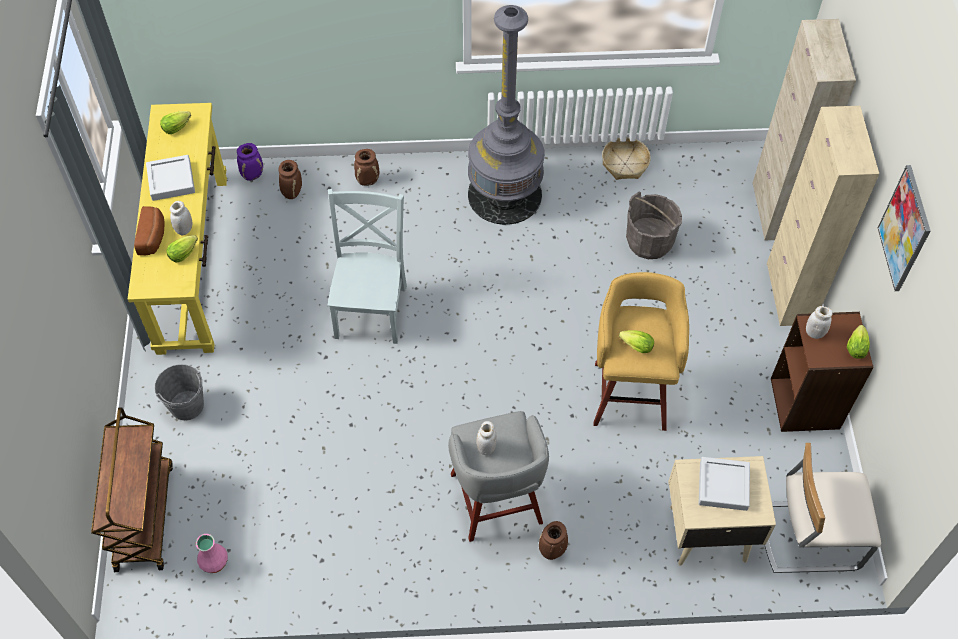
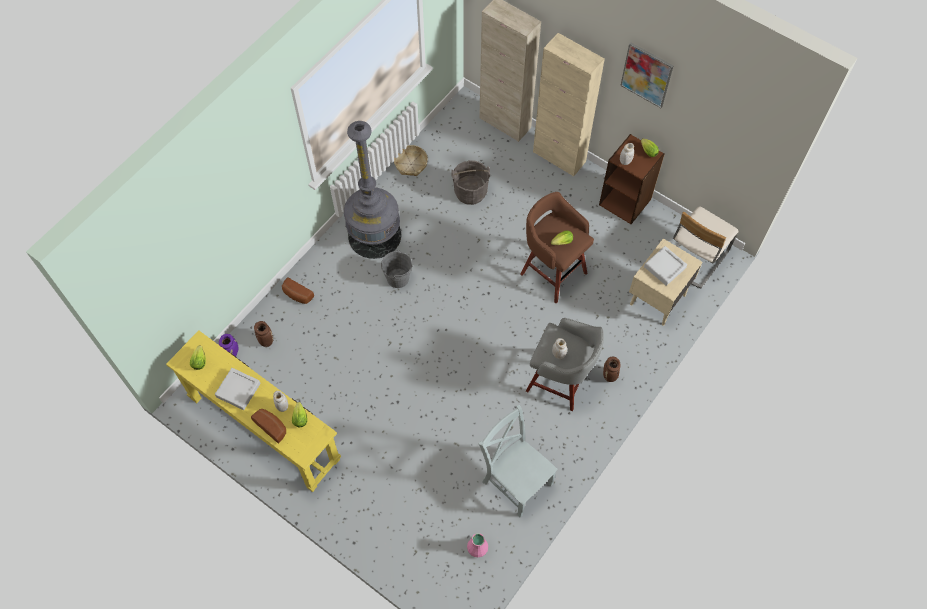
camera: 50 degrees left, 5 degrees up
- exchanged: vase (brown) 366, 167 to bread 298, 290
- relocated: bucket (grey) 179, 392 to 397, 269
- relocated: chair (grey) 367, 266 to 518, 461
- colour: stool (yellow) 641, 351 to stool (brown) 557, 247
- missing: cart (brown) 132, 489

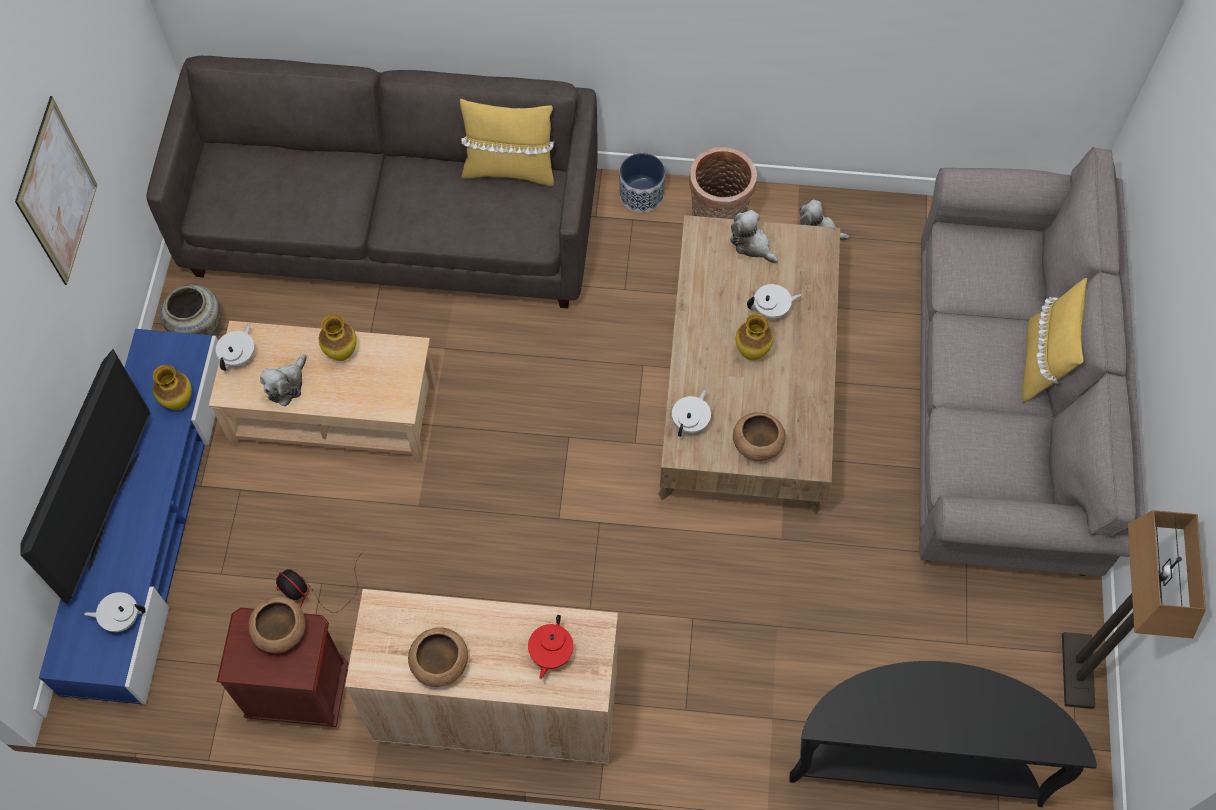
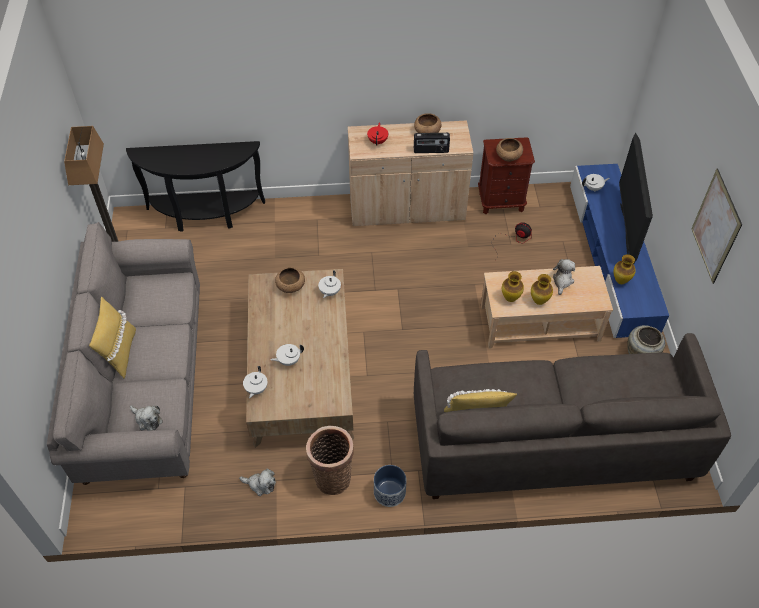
camera: 170 degrees right, 10 degrees down
- relocated: plush toy 754, 236 to 146, 418
- relocated: teapot (white) 235, 347 to 255, 382
- appeared: radio 432, 143
- relocated: vase 754, 336 to 513, 286

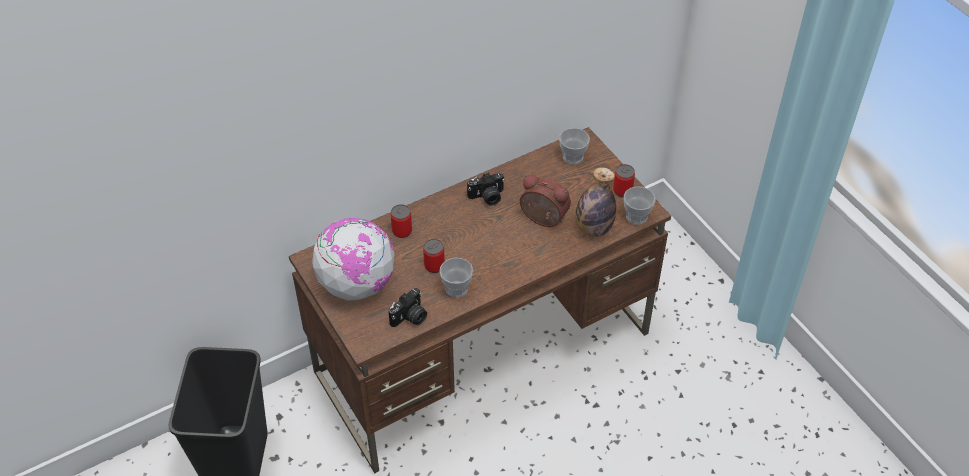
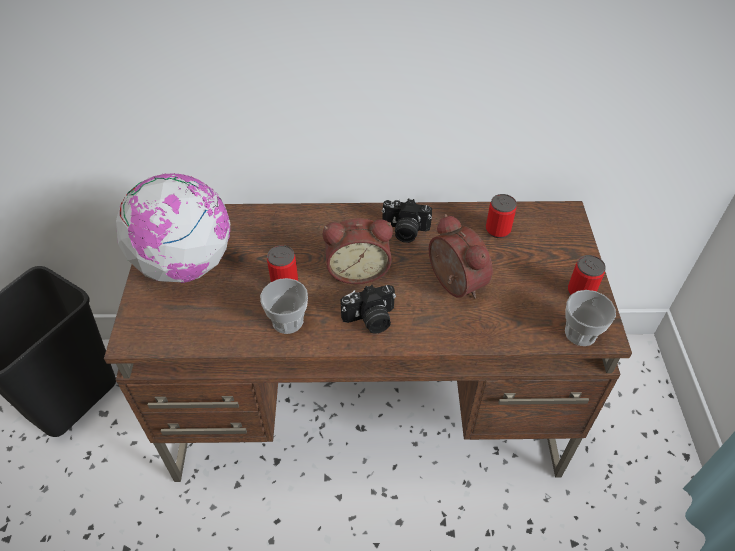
camera: 30 degrees right, 0 degrees up
- appeared: alarm clock 357, 251
- relocated: photo camera 408, 307 to 368, 309
- relocated: can 401, 221 to 501, 216
- missing: cup 574, 146
- missing: bottle 596, 202

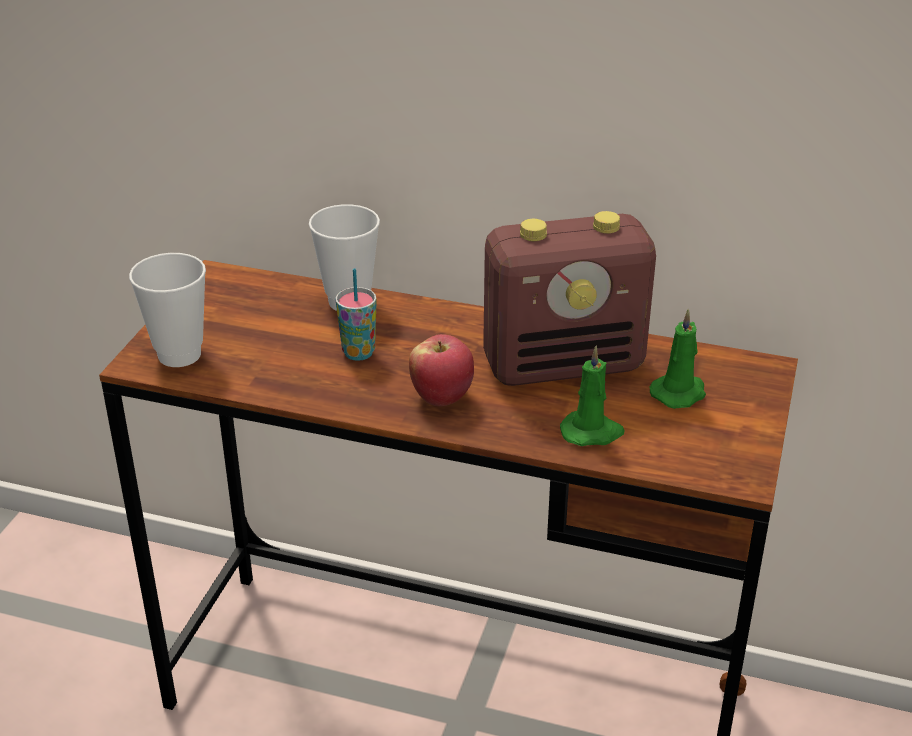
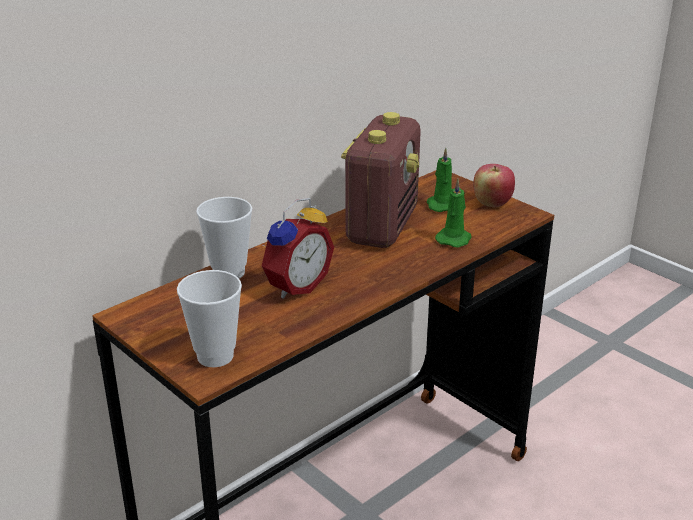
camera: 60 degrees left, 5 degrees down
- exchanged: cup 356, 315 to alarm clock 298, 248
- relocated: apple 441, 370 to 494, 185

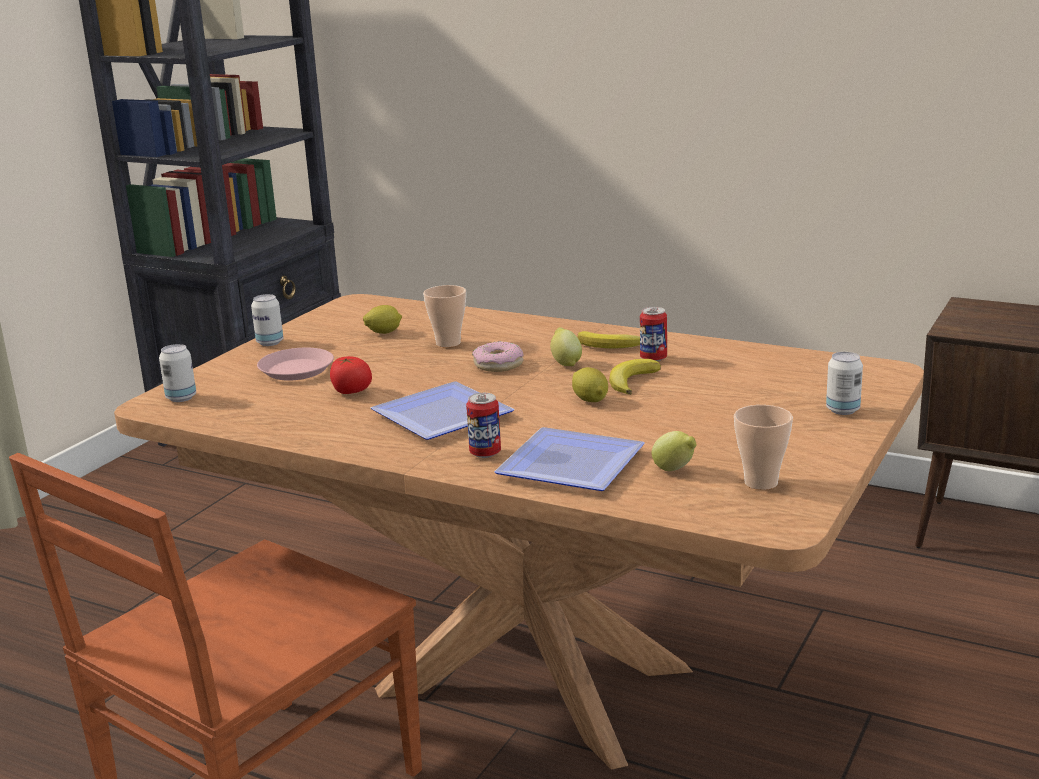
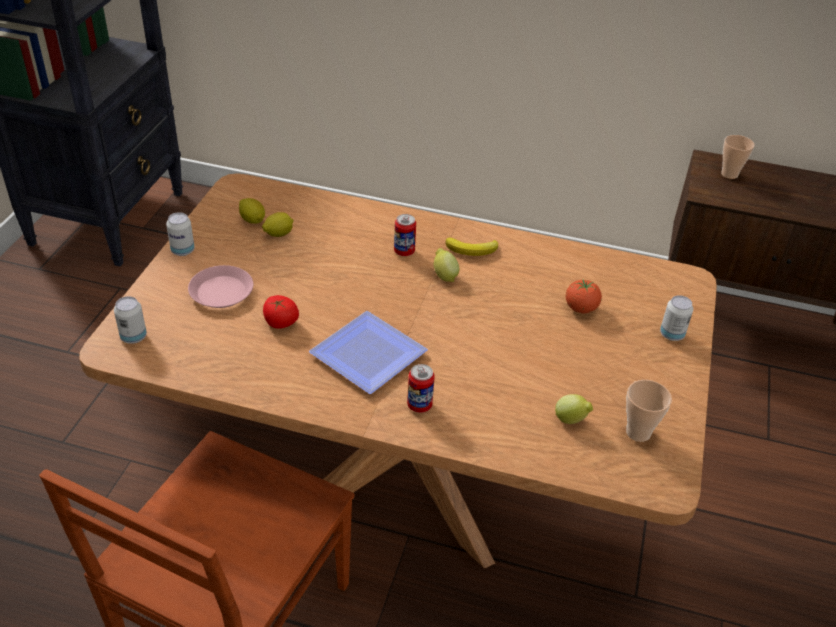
camera: 15 degrees left, 20 degrees up
- relocated: lemon 590, 384 to 252, 211
- relocated: can 653, 334 to 405, 235
- appeared: tomato 584, 296
- relocated: cup 444, 316 to 738, 157
- missing: donut 498, 356
- missing: plate 569, 459
- missing: banana 635, 377

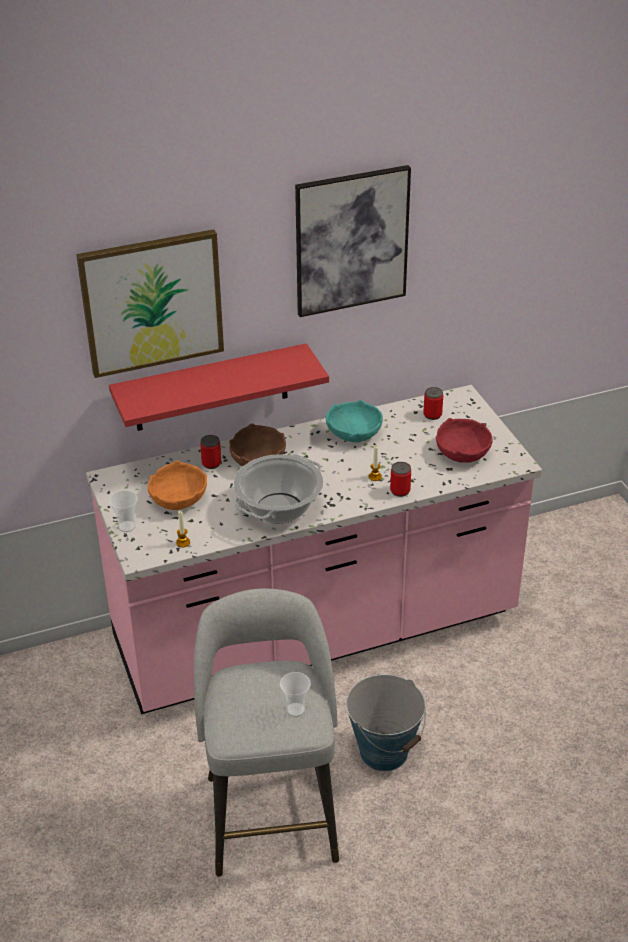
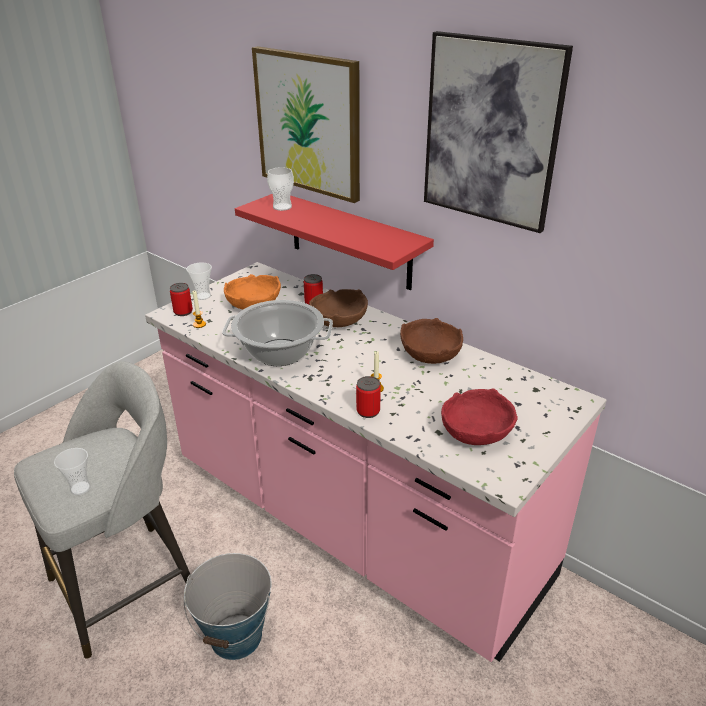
camera: 60 degrees right, 5 degrees down
- relocated: can 433, 403 to 181, 299
- appeared: cup 280, 189
- colour: bowl (turquoise) 354, 421 to bowl (brown) 431, 341

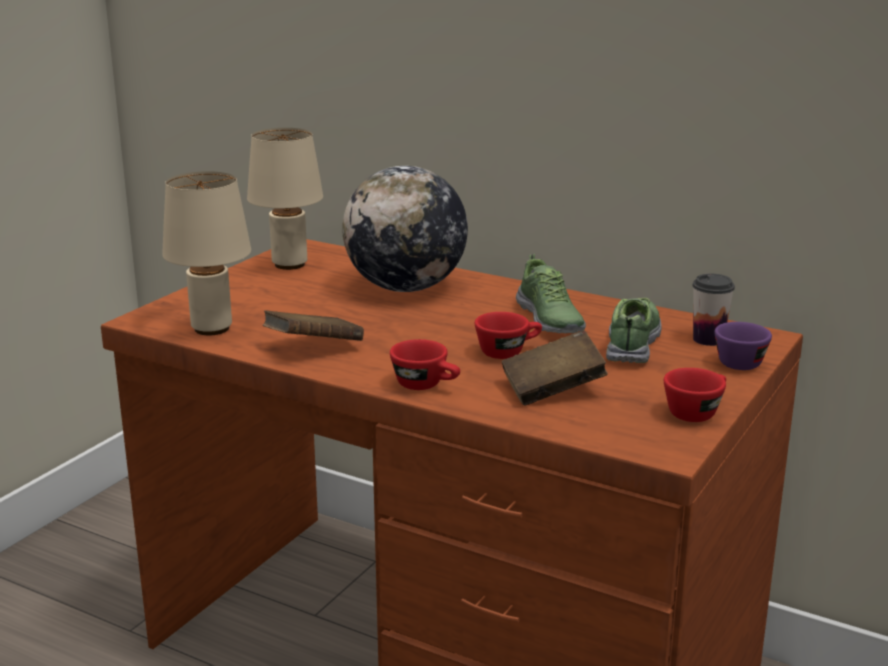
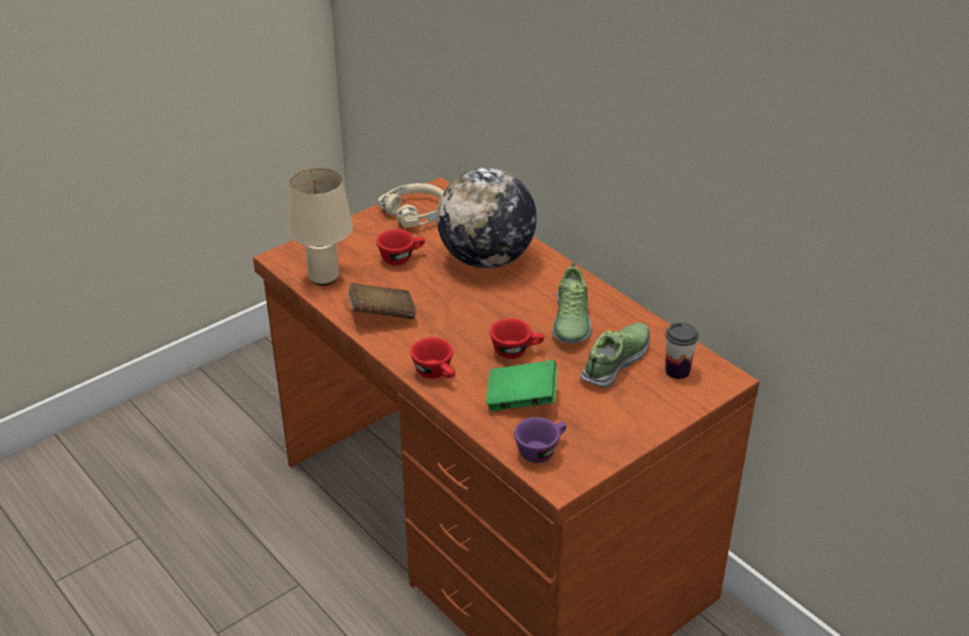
camera: 20 degrees right, 15 degrees up
- relocated: cup (red) 695, 395 to 401, 247
- exchanged: table lamp (beige) 285, 199 to headphones (beige) 411, 205
- colour: book (brown) 554, 367 to book (green) 521, 385
- relocated: cup (purple) 743, 346 to 540, 440

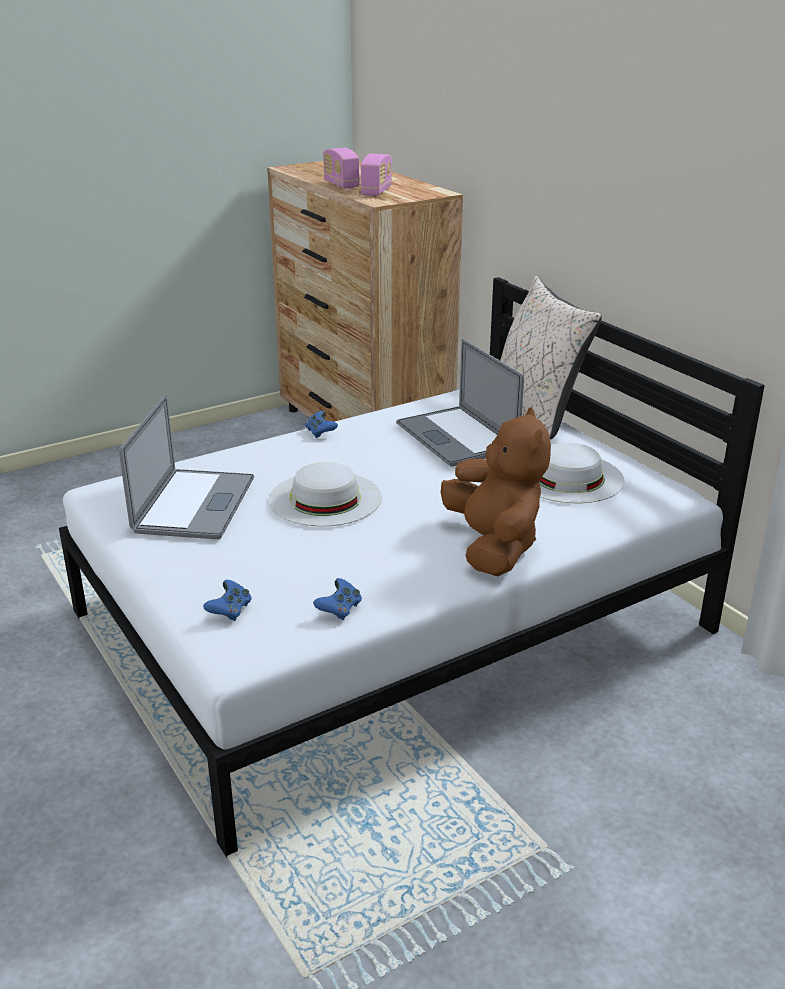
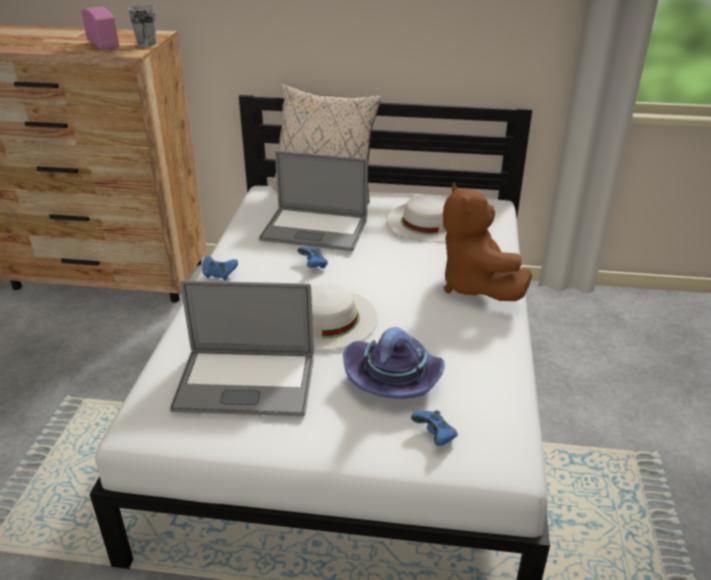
camera: 50 degrees left, 5 degrees up
- appeared: cup 142, 26
- spun: laptop 186, 467 = 242, 348 135 degrees clockwise
- relocated: game controller (blue) 337, 599 to 312, 257
- appeared: hat (purple) 394, 363
- spun: plush toy (brown) 496, 491 = 487, 242 135 degrees counterclockwise
- missing: radio 341, 168

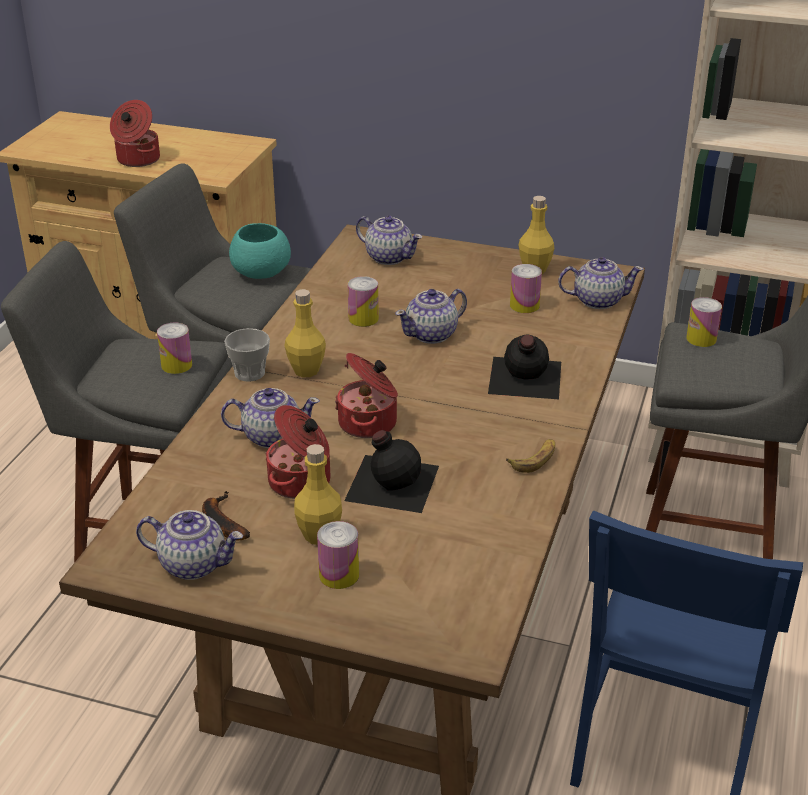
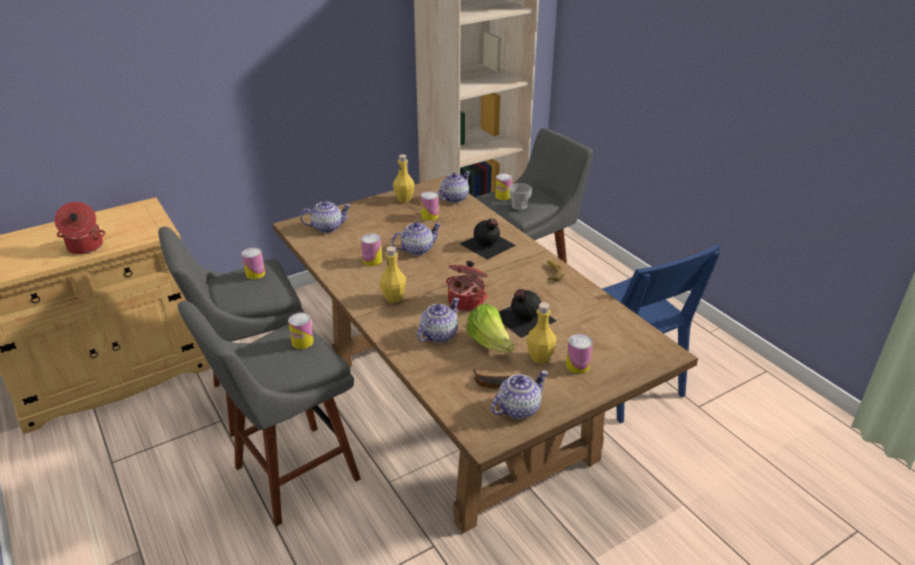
camera: 50 degrees left, 0 degrees up
- exchanged: bowl (turquoise) 260, 251 to can 253, 263
- spun: teapot 431, 316 = 416, 238 120 degrees counterclockwise
- exchanged: cooking pot 298, 452 to lettuce 490, 328
- relocated: cup 247, 355 to 520, 196

